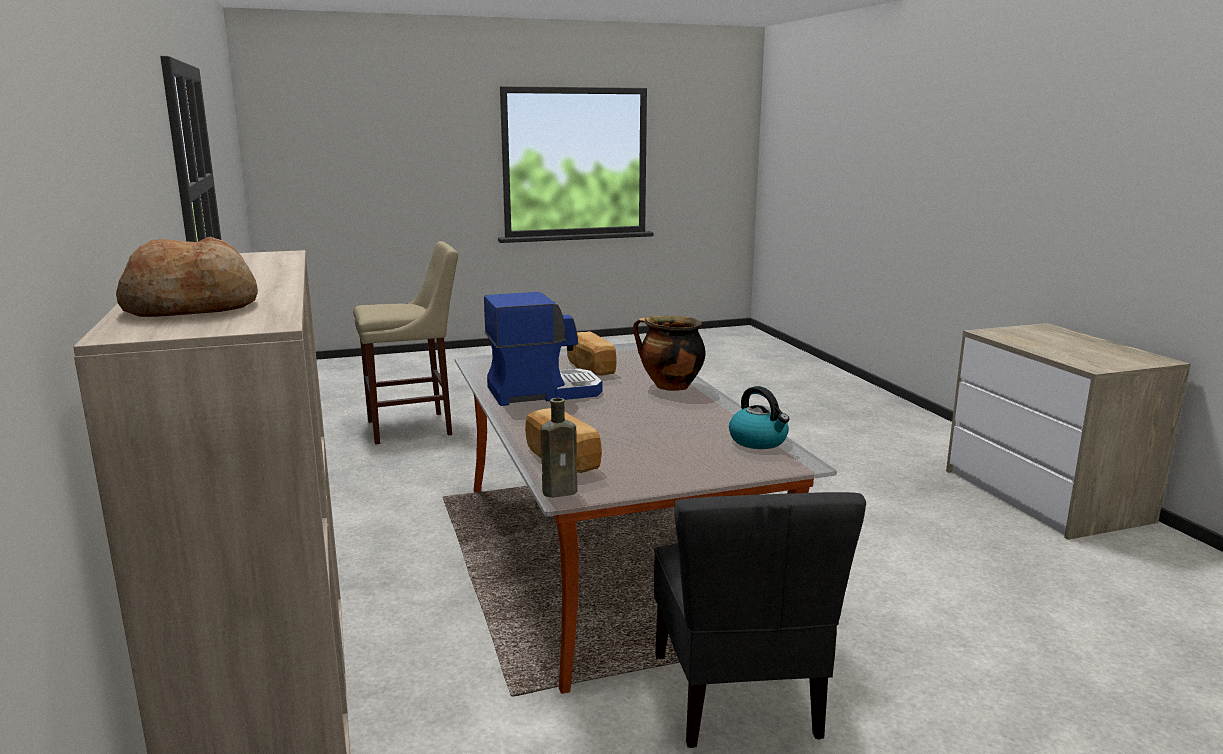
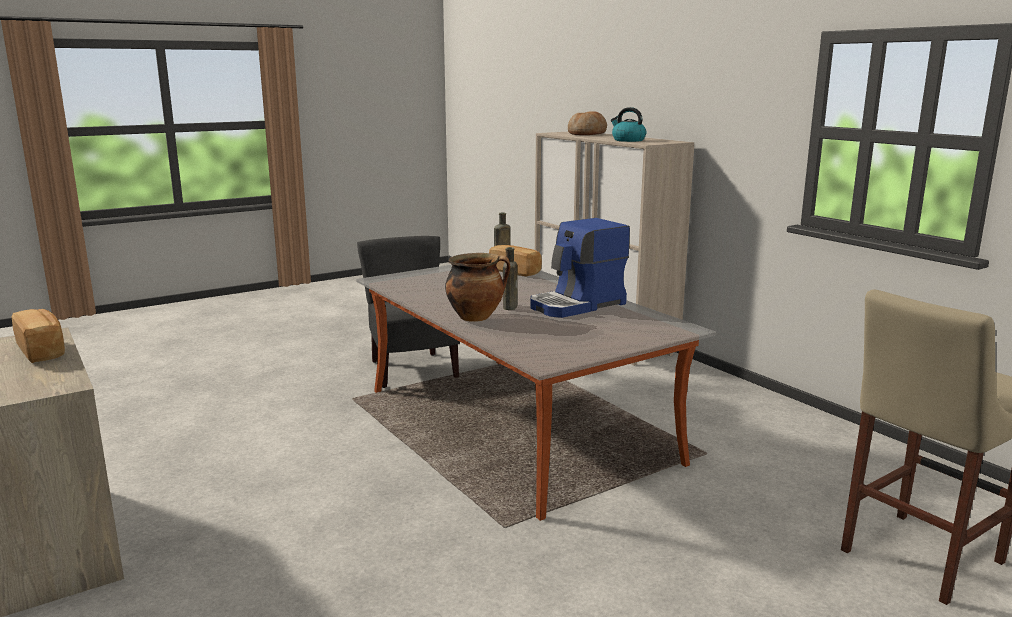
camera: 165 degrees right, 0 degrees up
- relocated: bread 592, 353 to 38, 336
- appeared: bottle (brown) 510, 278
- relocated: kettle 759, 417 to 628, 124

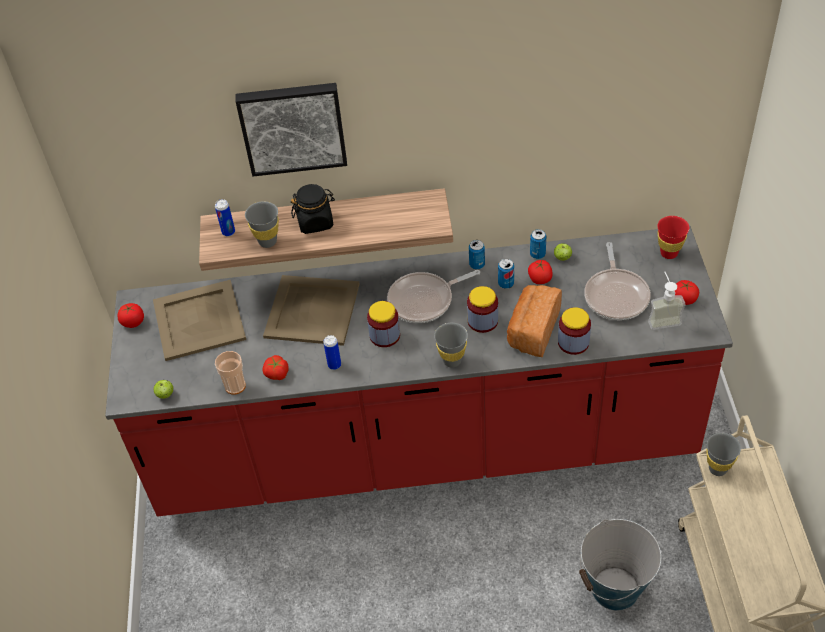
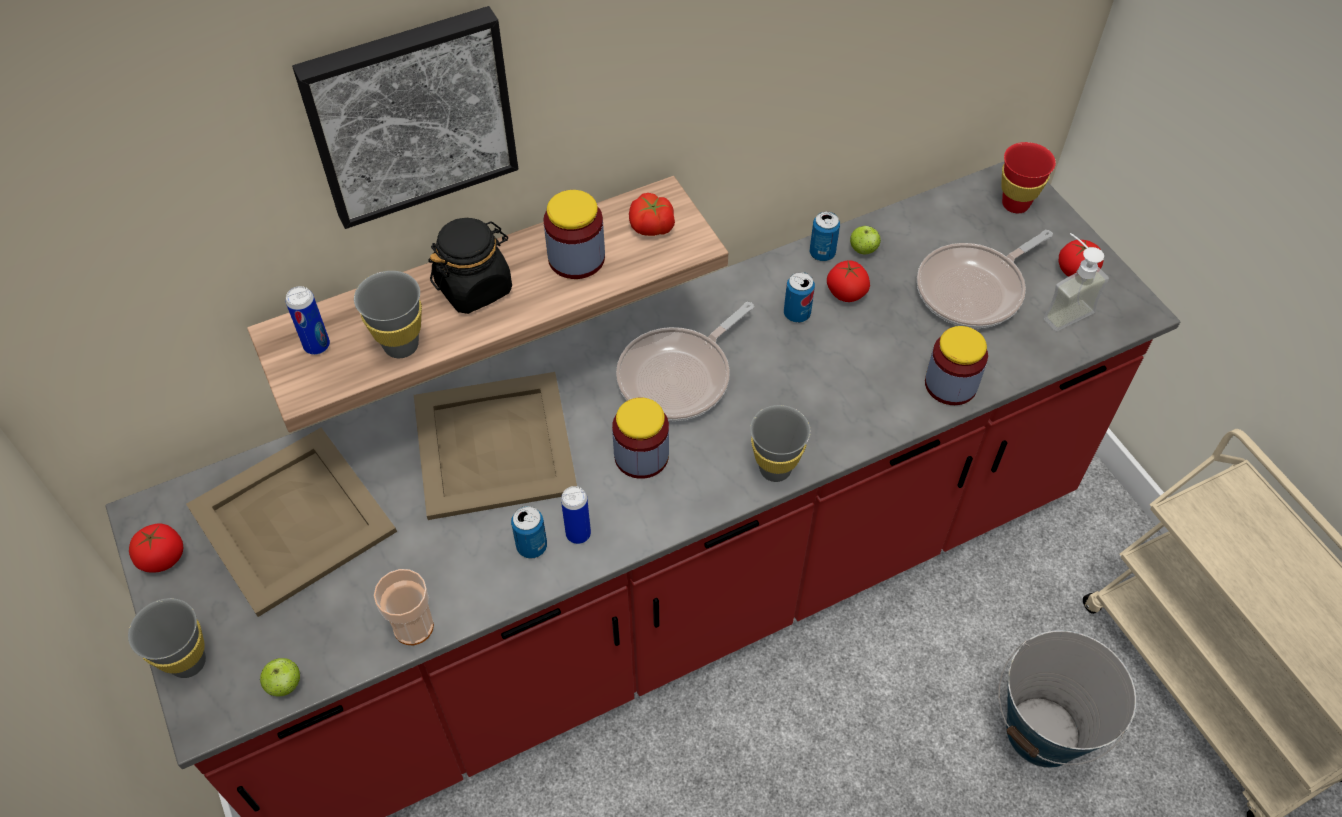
camera: 25 degrees left, 5 degrees up
- relocated: cup (grey) 723, 454 to 167, 638
- relocated: can 477, 255 to 529, 532
- relocated: jar 482, 309 to 574, 234
- relocated: tomato 275, 367 to 652, 214
- spun: frying pan 617, 281 = 985, 279 75 degrees clockwise
- missing: bread 534, 321

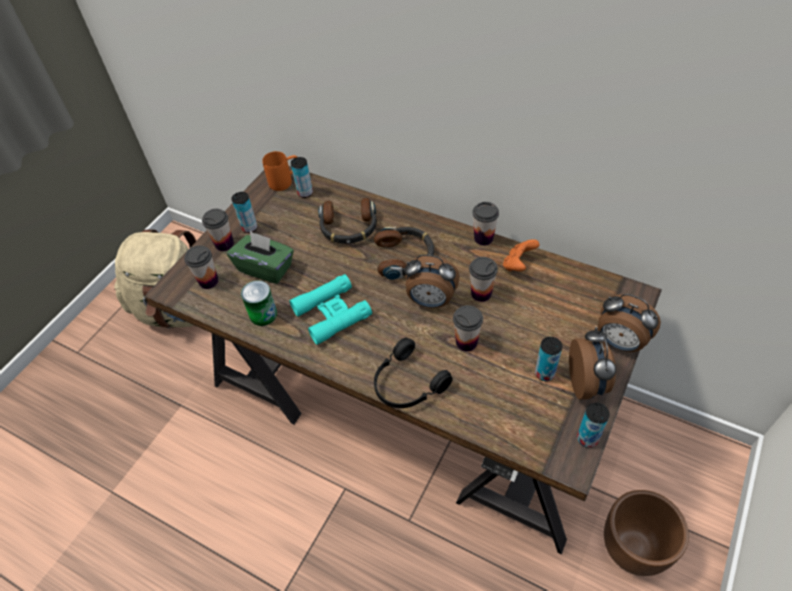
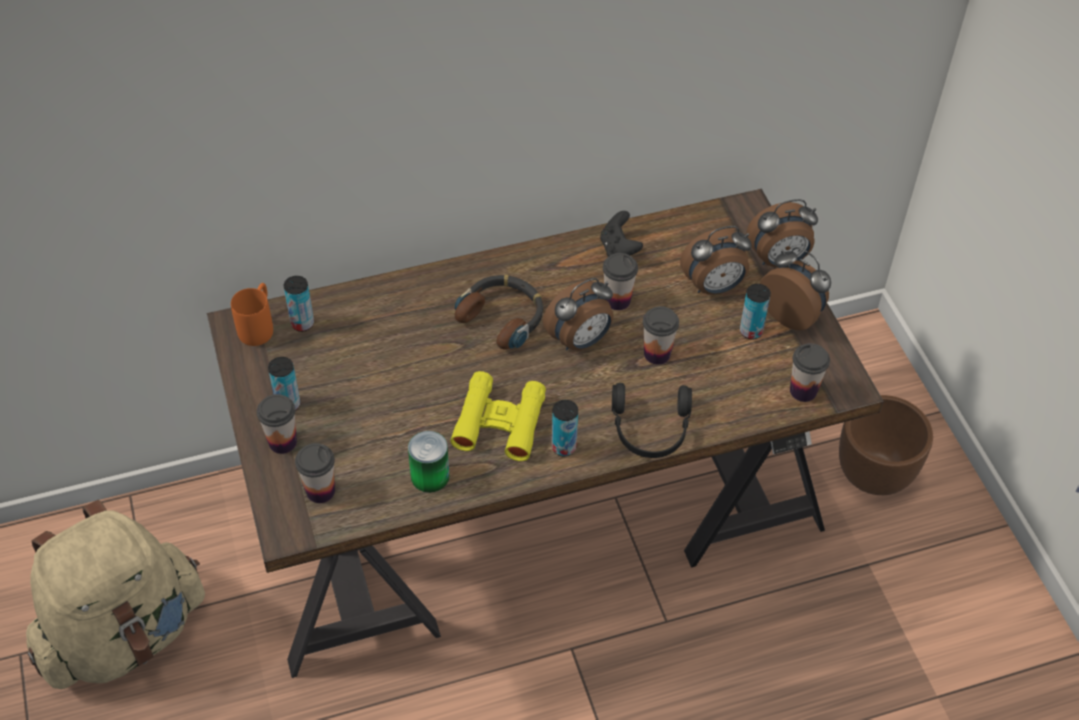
camera: 50 degrees left, 0 degrees up
- colour: binoculars (turquoise) 330, 309 to binoculars (yellow) 498, 416
- relocated: can 593, 425 to 565, 428
- colour: game controller (orange) 521, 255 to game controller (black) 621, 234
- appeared: alarm clock 716, 260
- relocated: cup 485, 223 to 810, 372
- missing: tissue box (green) 260, 257
- missing: headphones 347, 221

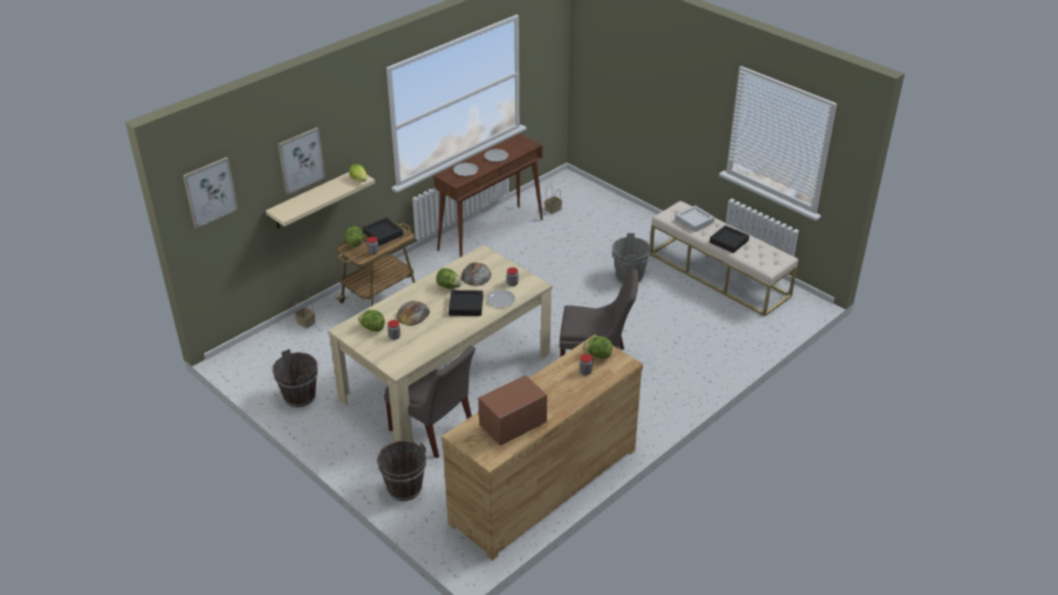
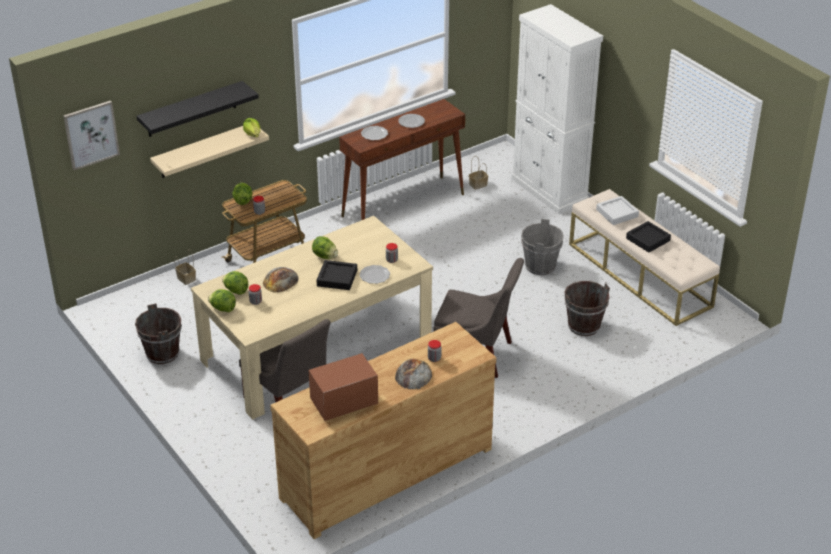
camera: 10 degrees right, 0 degrees up
- exchanged: picture 301, 161 to shelf (black) 197, 109
- relocated: lettuce 597, 347 to 222, 300
- relocated: bread 476, 274 to 413, 374
- appeared: cabinet (white) 557, 109
- relocated: bucket (brown) 401, 470 to 587, 308
- missing: tray (black) 383, 231

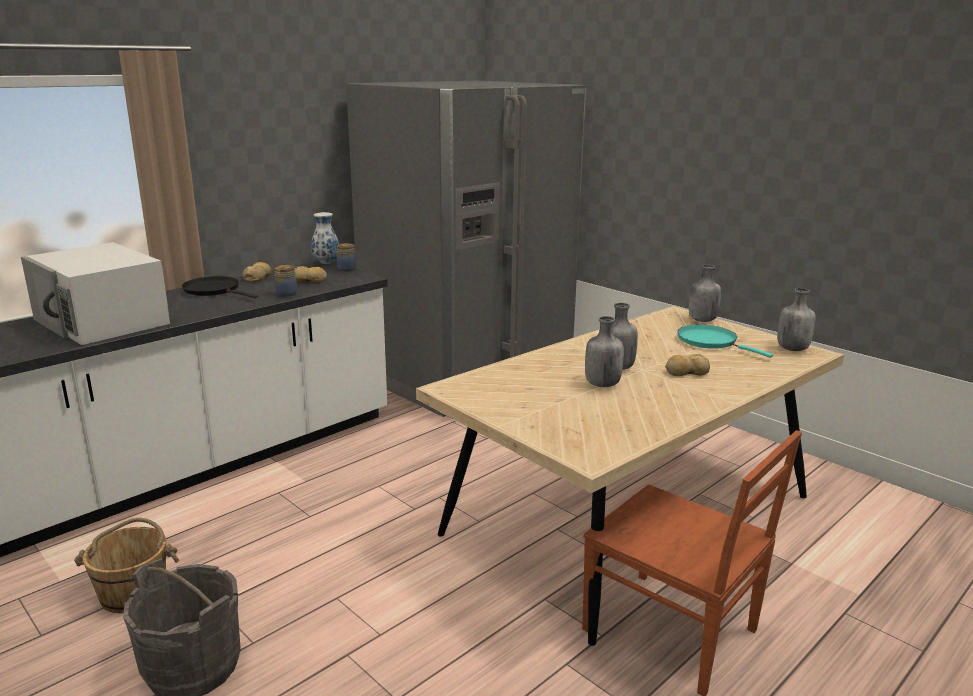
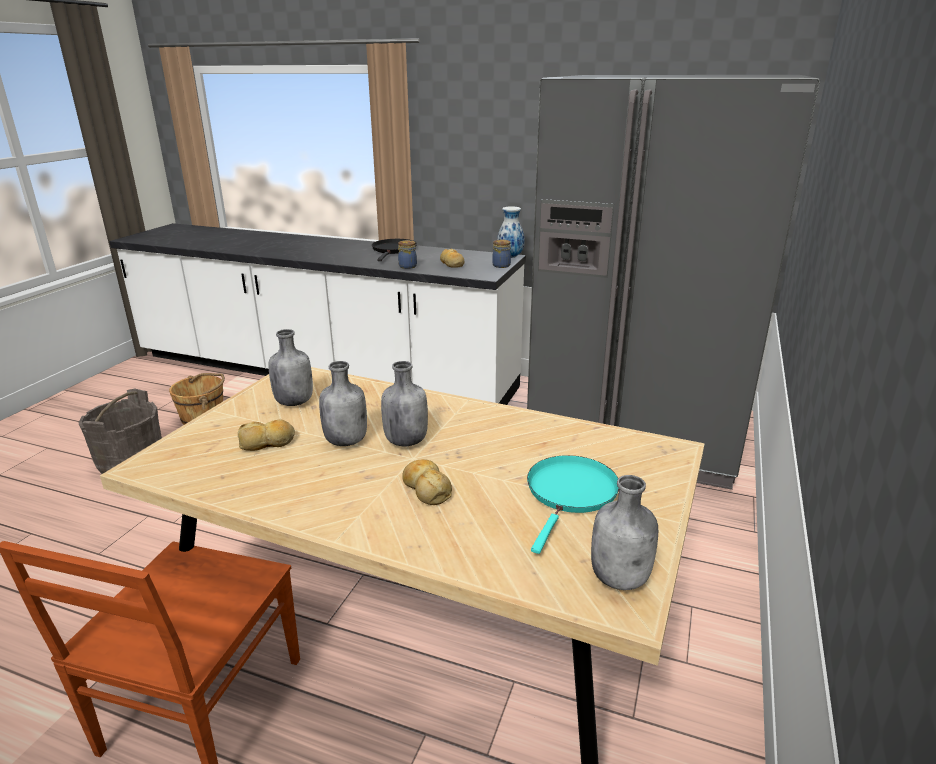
camera: 65 degrees right, 5 degrees up
- relocated: bread 257, 272 to 266, 435
- relocated: bottle (grey) 705, 293 to 290, 367
- missing: microwave (white) 95, 293

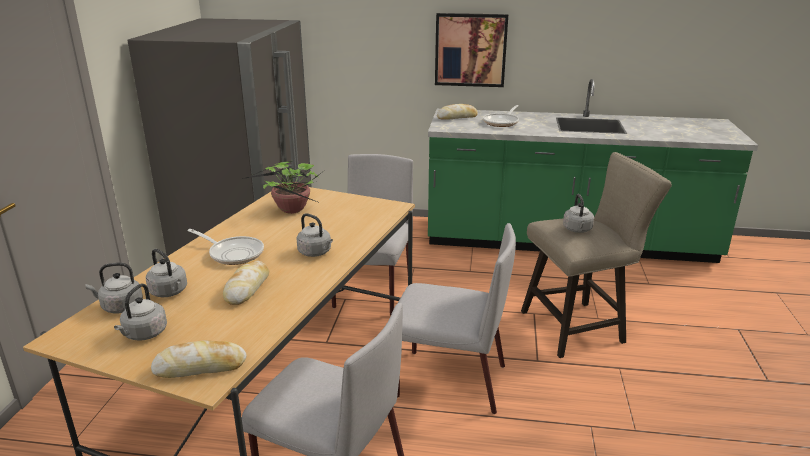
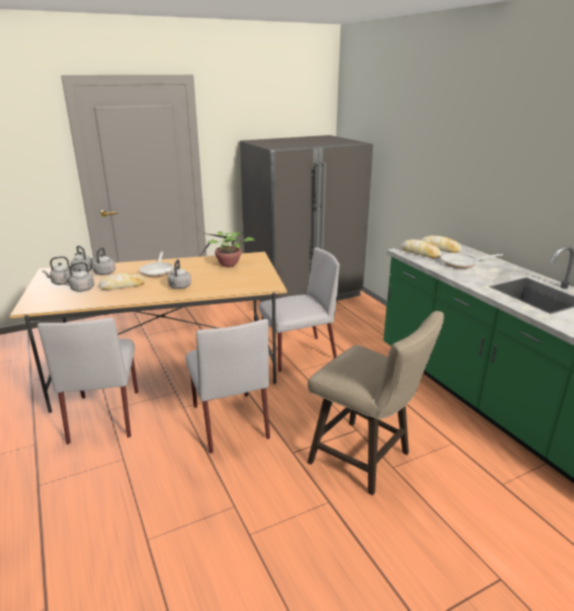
camera: 55 degrees right, 0 degrees up
- relocated: kettle (grey) 578, 213 to 77, 277
- relocated: bread 199, 359 to 421, 248
- missing: picture 471, 50

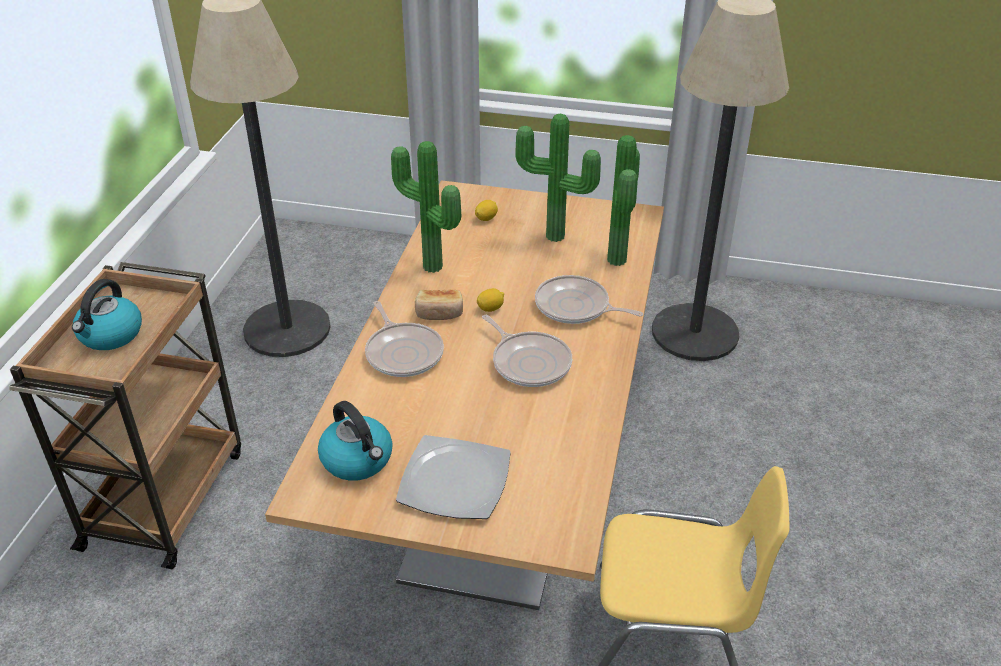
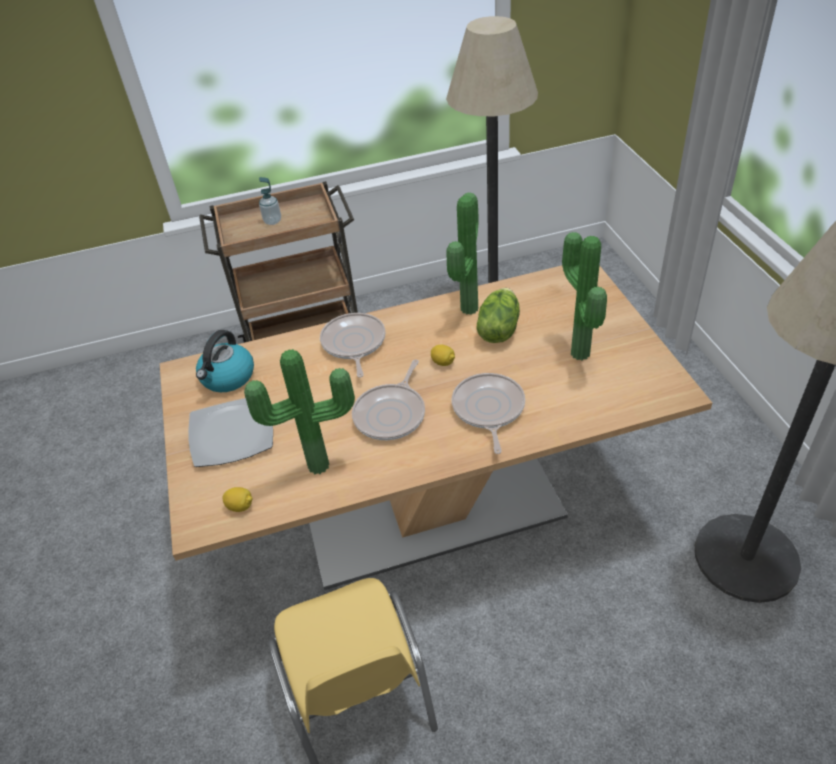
camera: 65 degrees right, 5 degrees up
- relocated: lemon 486, 210 to 237, 499
- relocated: potted plant 623, 200 to 299, 411
- exchanged: kettle 107, 314 to soap dispenser 270, 201
- spun: frying pan 404, 339 = 352, 345 135 degrees clockwise
- appeared: lettuce 498, 315
- missing: bread 439, 305

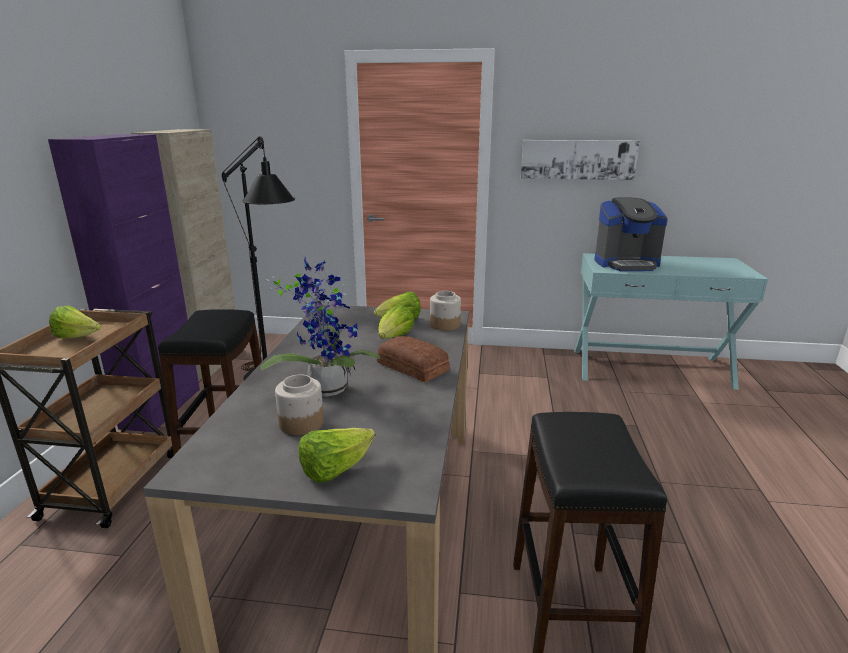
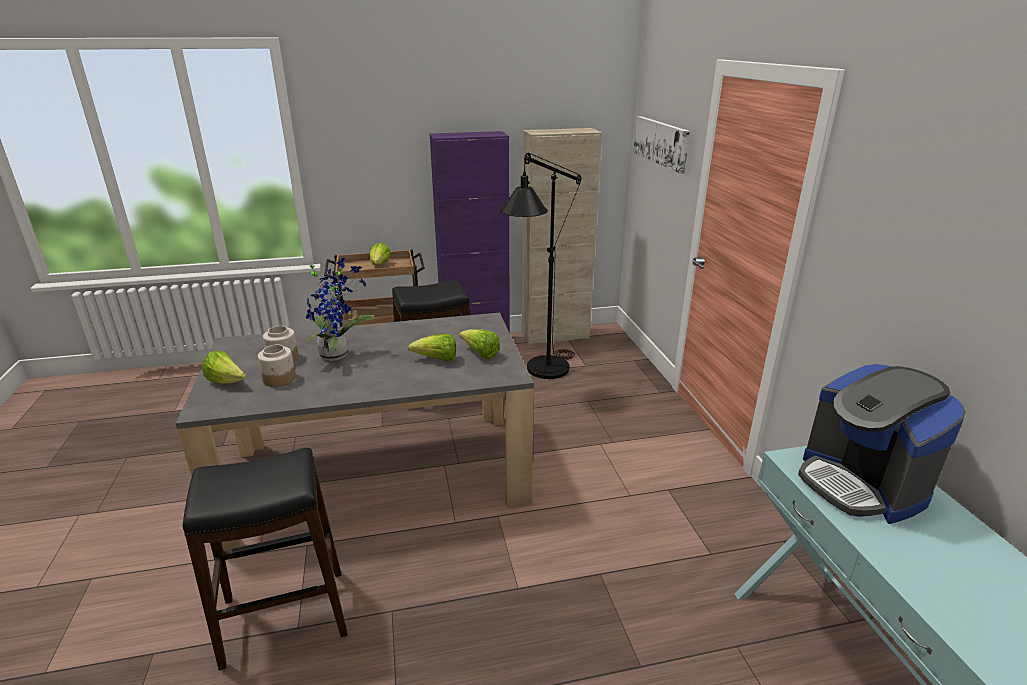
camera: 70 degrees right, 5 degrees up
- relocated: jar 445, 311 to 277, 365
- relocated: picture 580, 160 to 661, 144
- missing: bread 413, 359

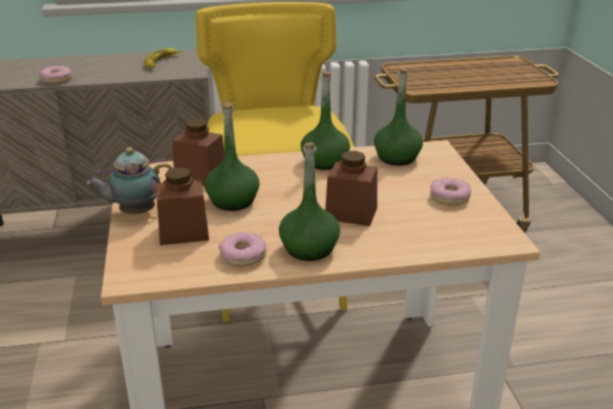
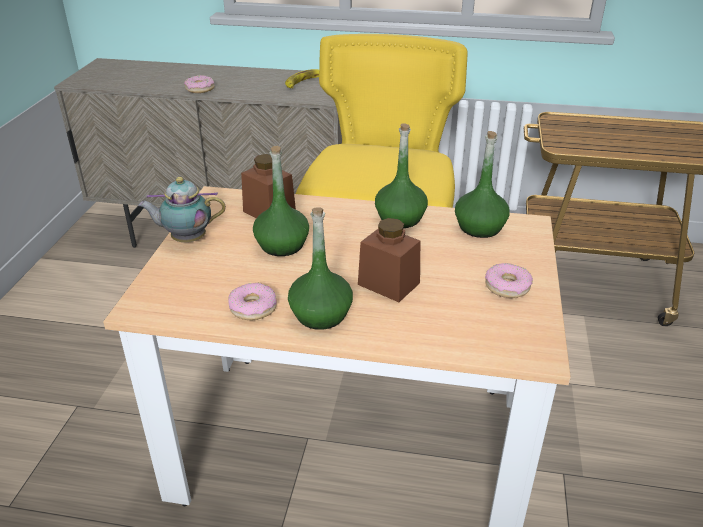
camera: 20 degrees right, 5 degrees up
- missing: jar (brown) 182, 206

